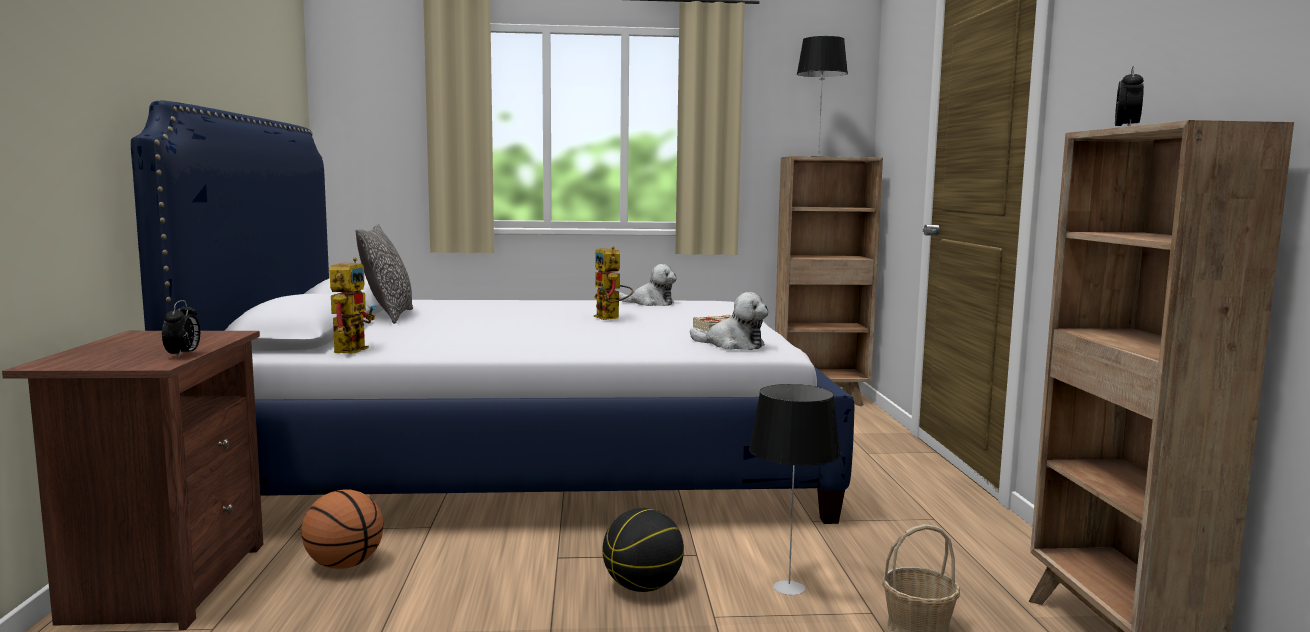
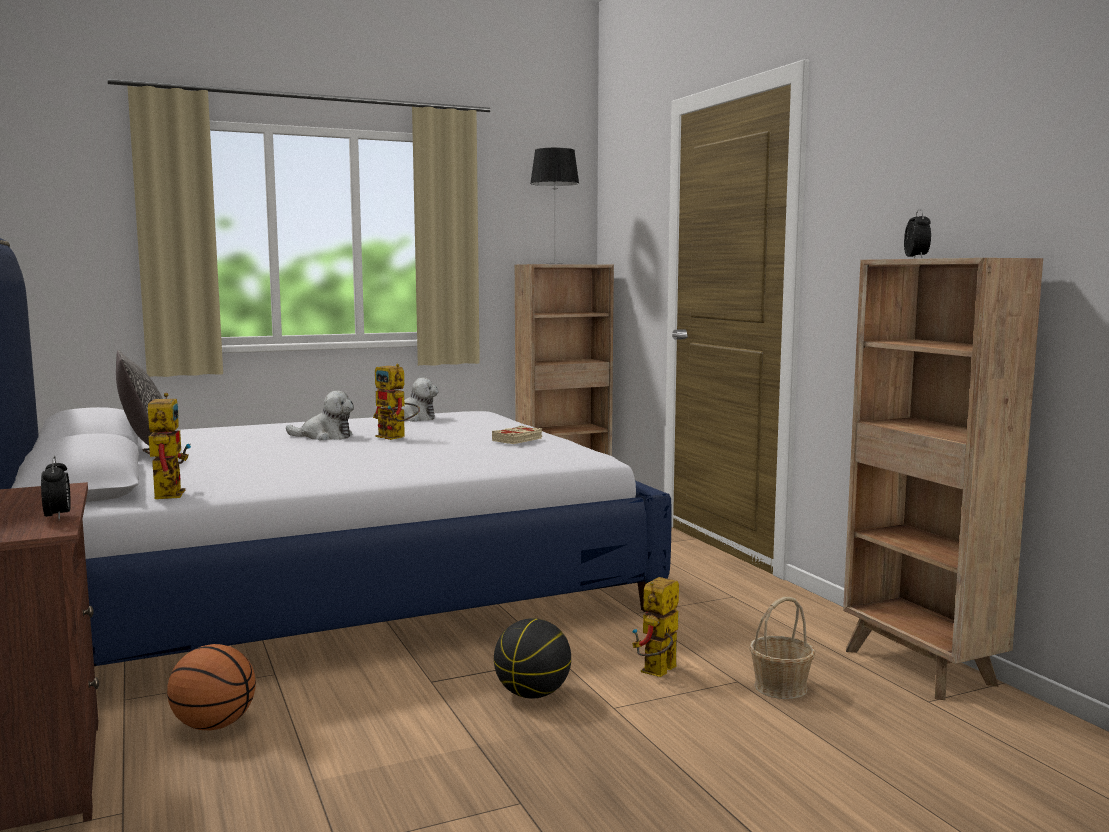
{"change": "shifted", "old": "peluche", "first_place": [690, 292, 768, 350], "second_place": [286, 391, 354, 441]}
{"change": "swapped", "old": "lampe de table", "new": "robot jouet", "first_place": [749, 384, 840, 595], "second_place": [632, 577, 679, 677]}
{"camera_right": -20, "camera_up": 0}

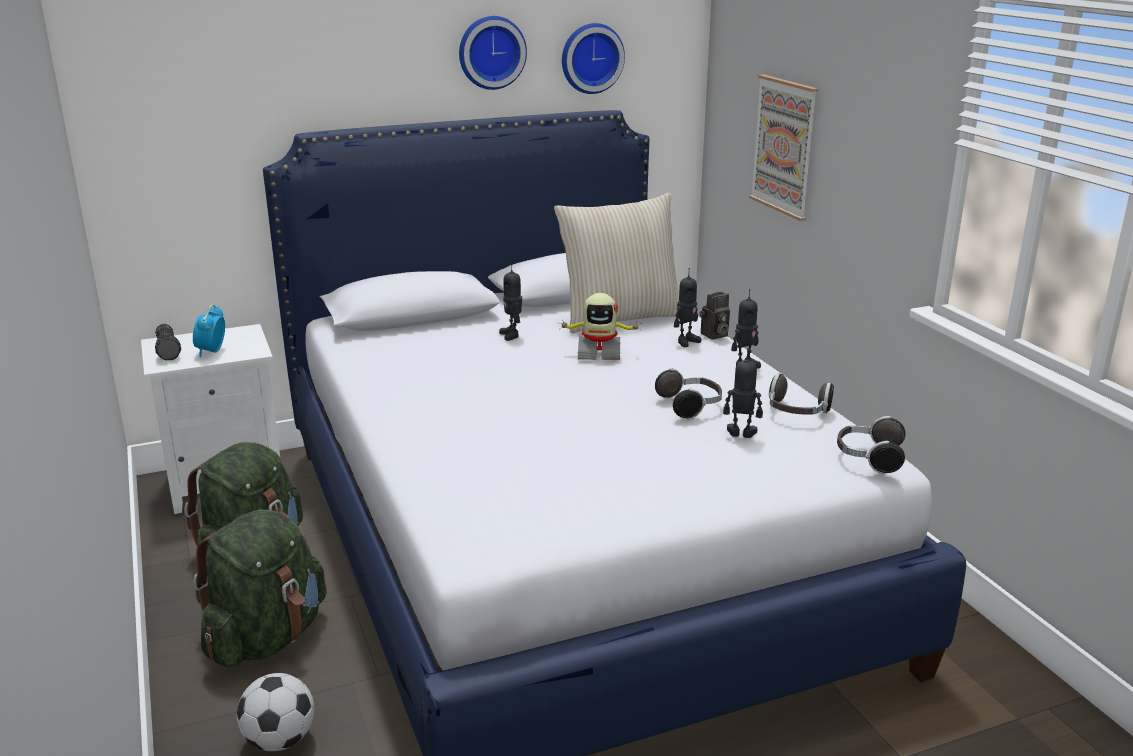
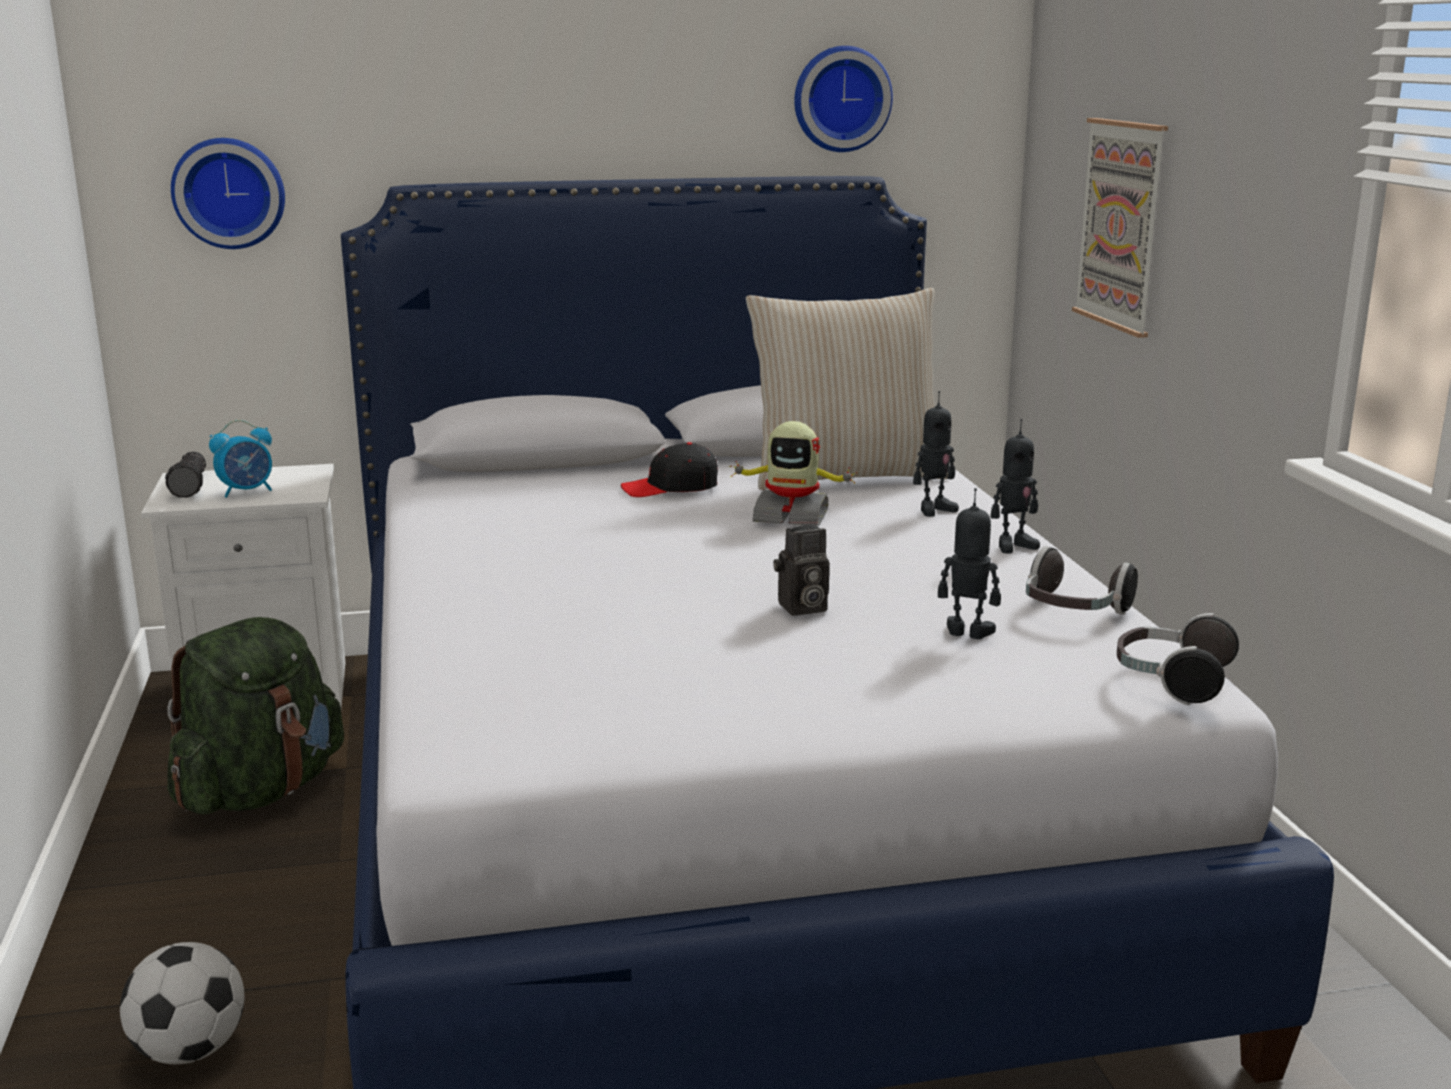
{"change": "gone", "old": "sac à dos/vert", "first_place": [193, 510, 326, 667]}
{"change": "gone", "old": "casque audio", "first_place": [655, 368, 722, 420]}
{"change": "shifted", "old": "horloge murale", "first_place": [459, 16, 527, 90], "second_place": [171, 138, 285, 249]}
{"change": "shifted", "old": "appareil photo", "first_place": [700, 292, 730, 340], "second_place": [773, 525, 830, 616]}
{"change": "swapped", "old": "robot jouet", "new": "casquette/noir", "first_place": [499, 263, 522, 341], "second_place": [621, 442, 718, 497]}
{"change": "rotated", "old": "réveil", "first_place": [193, 304, 225, 357], "second_place": [209, 420, 272, 498], "degrees": -135}
{"camera_right": 10, "camera_up": -5}

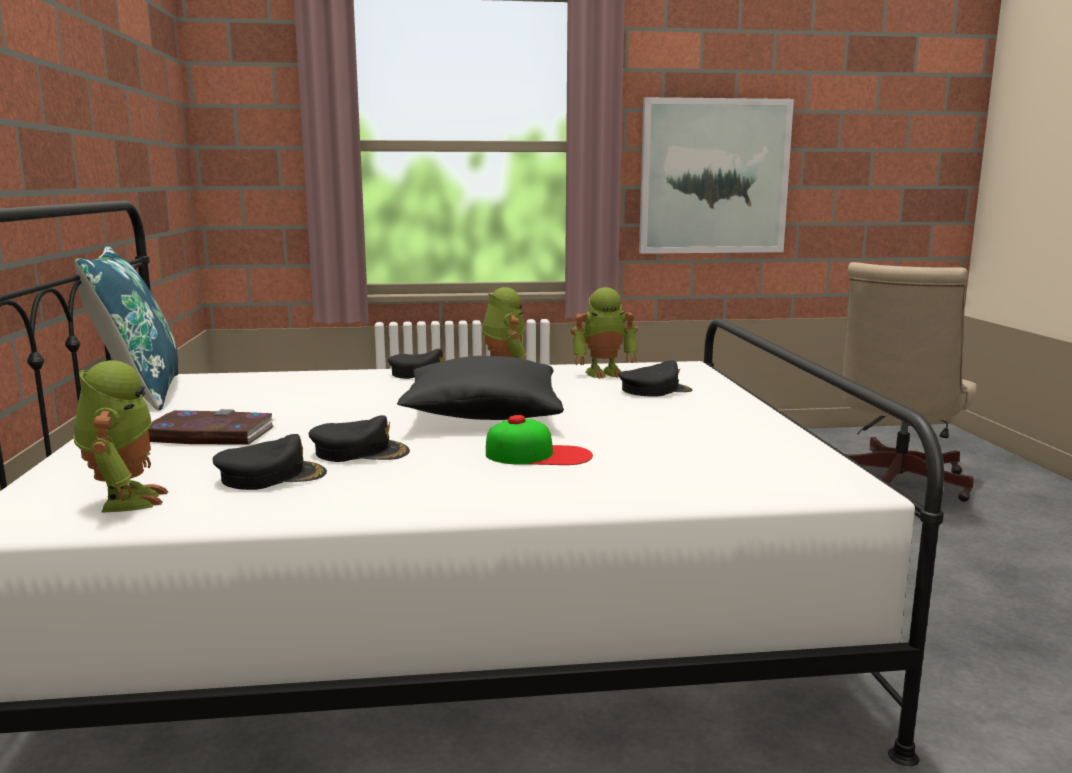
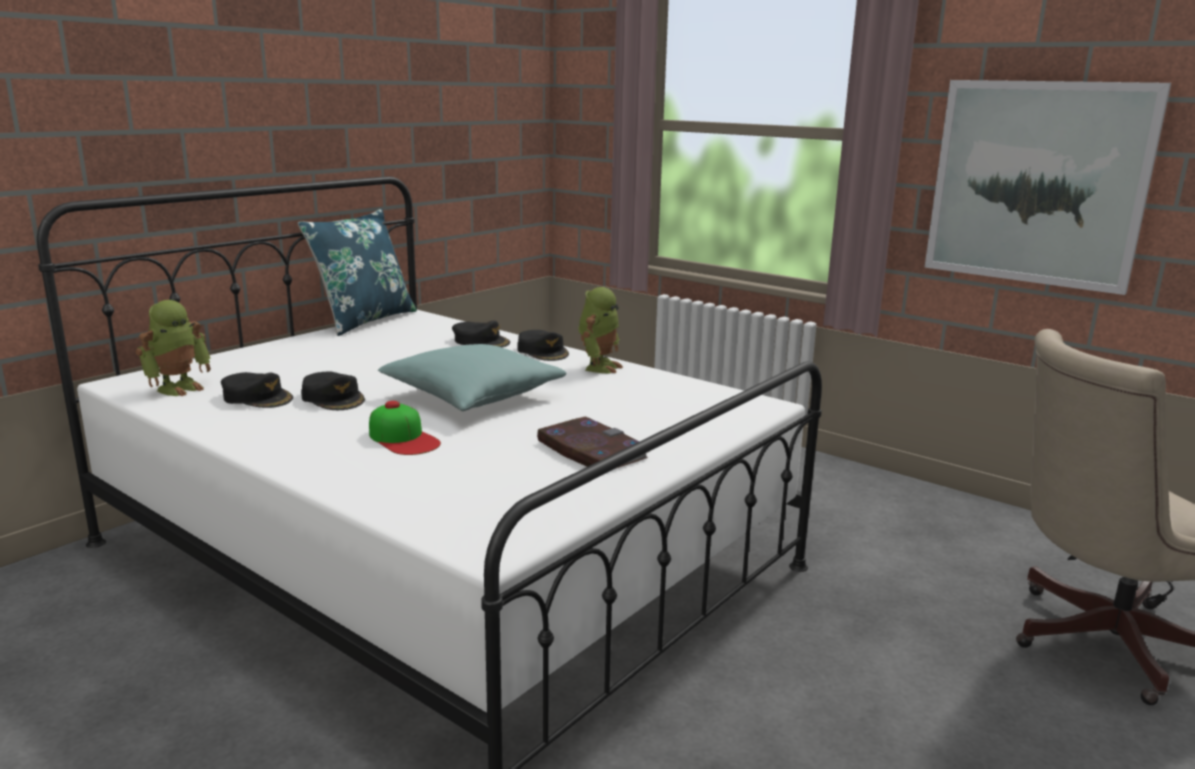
{"change": "gone", "old": "robot jouet", "first_place": [571, 287, 638, 379]}
{"change": "shifted", "old": "livre", "first_place": [148, 409, 275, 445], "second_place": [537, 416, 651, 468]}
{"change": "shifted", "old": "casquette/noir", "first_place": [618, 360, 692, 397], "second_place": [452, 320, 510, 347]}
{"change": "repainted", "old": "coussin/noir", "new": "coussin/turquoise", "first_place": [397, 356, 564, 420], "second_place": [378, 344, 567, 411]}
{"camera_right": 45, "camera_up": 5}

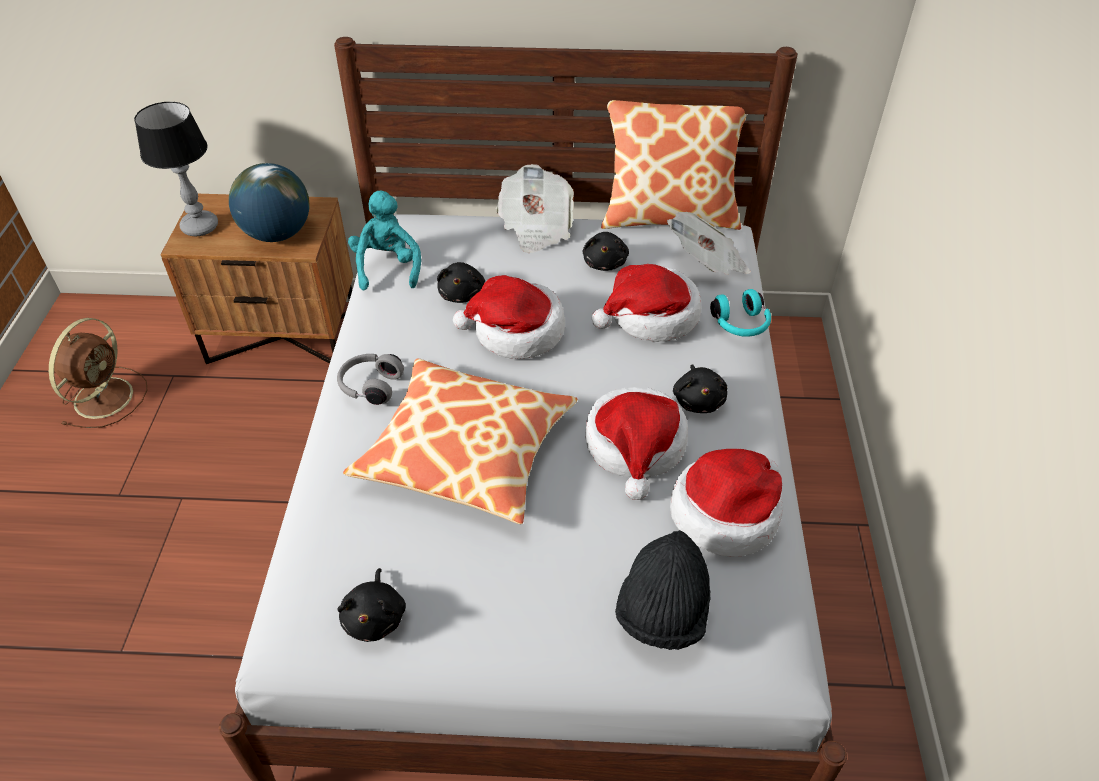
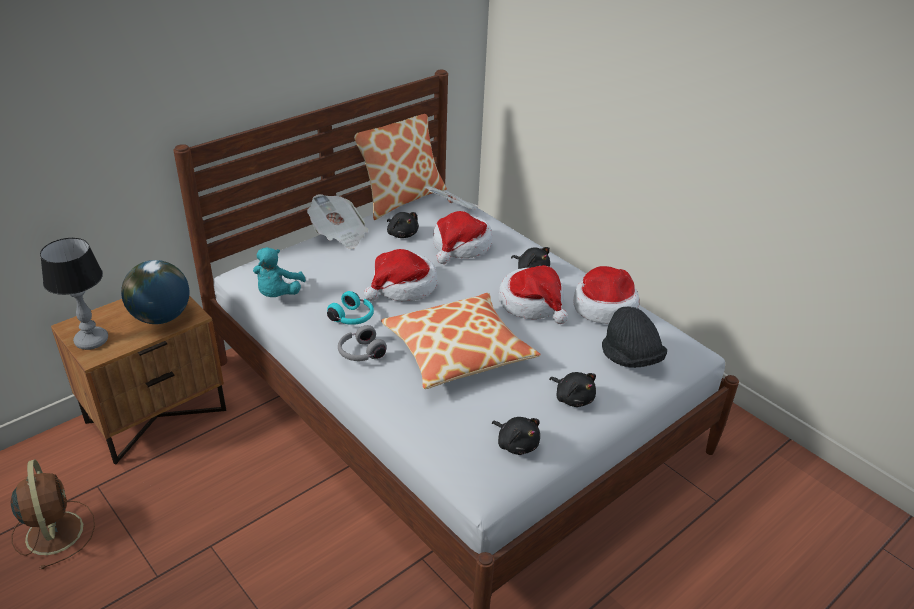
{"change": "shifted", "old": "peluche/noir", "first_place": [437, 262, 485, 303], "second_place": [549, 372, 596, 407]}
{"change": "shifted", "old": "casque audio/turquoise", "first_place": [710, 289, 771, 337], "second_place": [327, 291, 374, 325]}
{"change": "rotated", "old": "peluche/turquoise", "first_place": [348, 190, 421, 290], "second_place": [253, 247, 306, 297], "degrees": -120}
{"camera_right": -45, "camera_up": -10}

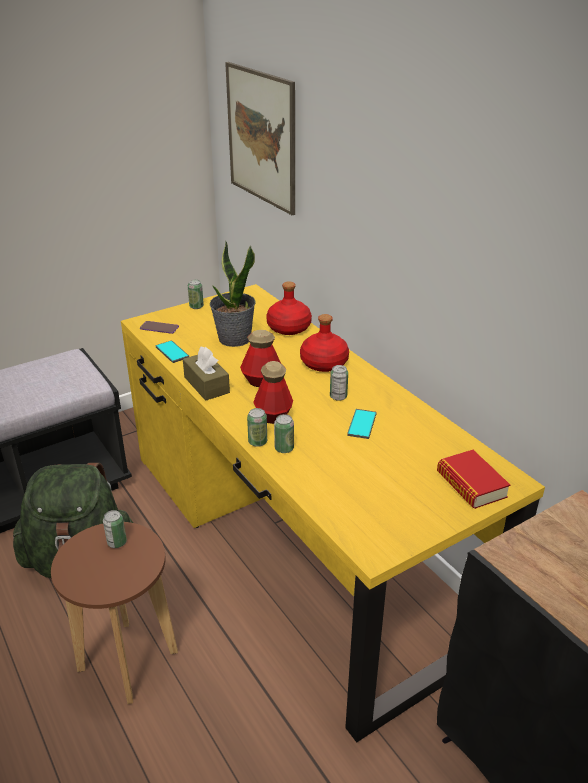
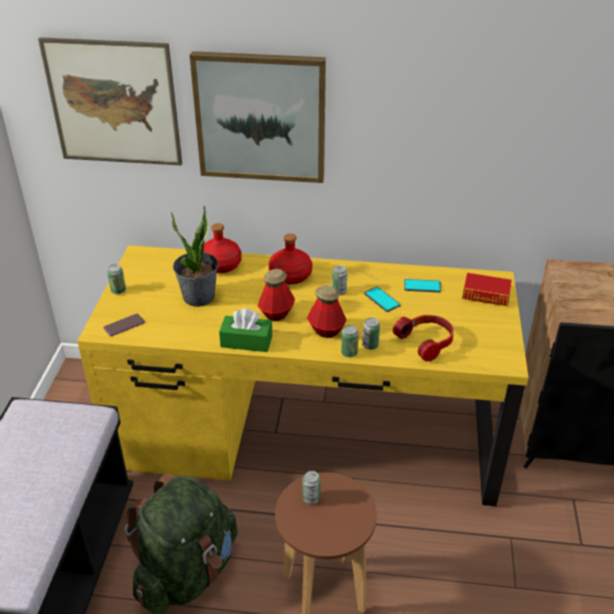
{"change": "new", "new": "tableau", "second_place": [190, 51, 326, 183]}
{"change": "new", "new": "casque audio", "second_place": [393, 315, 454, 361]}
{"change": "shifted", "old": "téléphone", "first_place": [156, 340, 189, 363], "second_place": [404, 279, 441, 293]}
{"change": "repainted", "old": "boîte à mouchoirs/marron", "new": "boîte à mouchoirs/vert", "first_place": [183, 346, 230, 401], "second_place": [219, 308, 272, 352]}
{"camera_right": -50, "camera_up": 5}

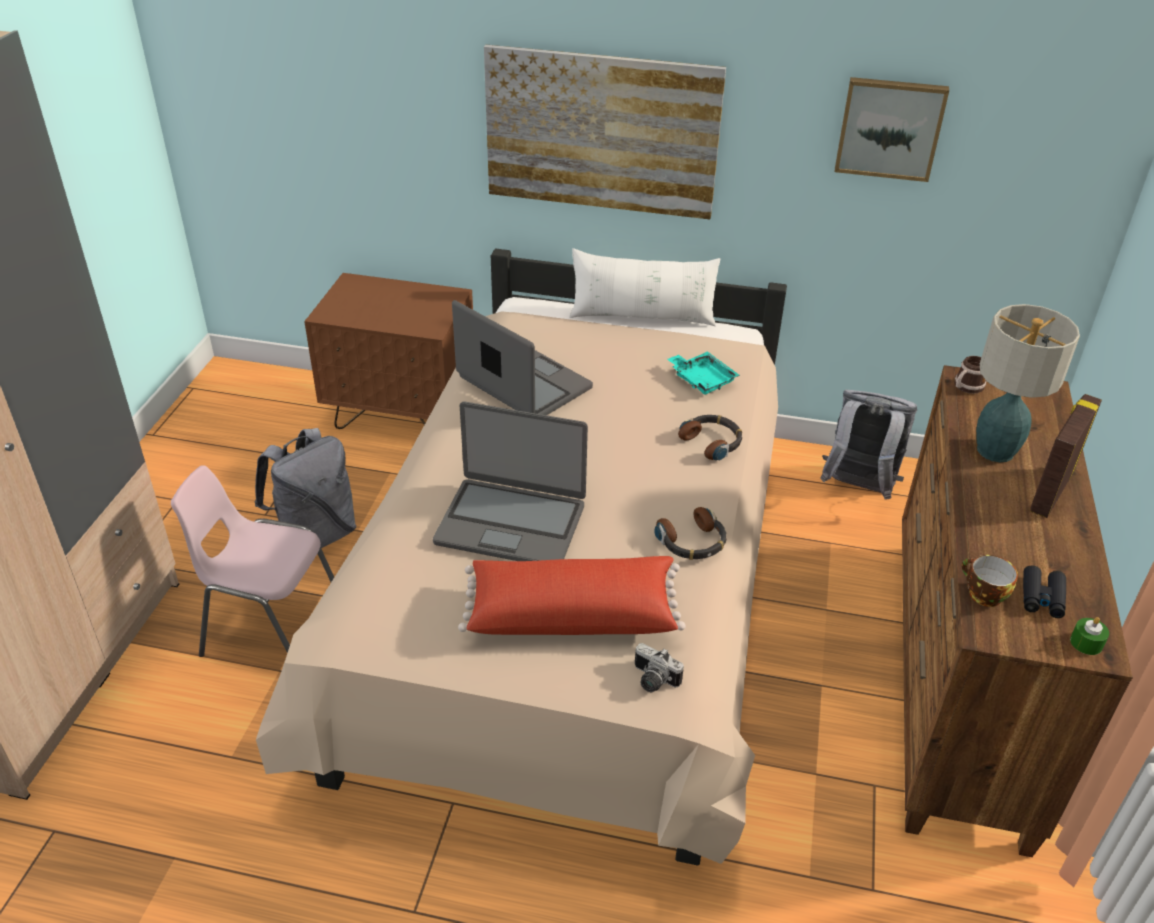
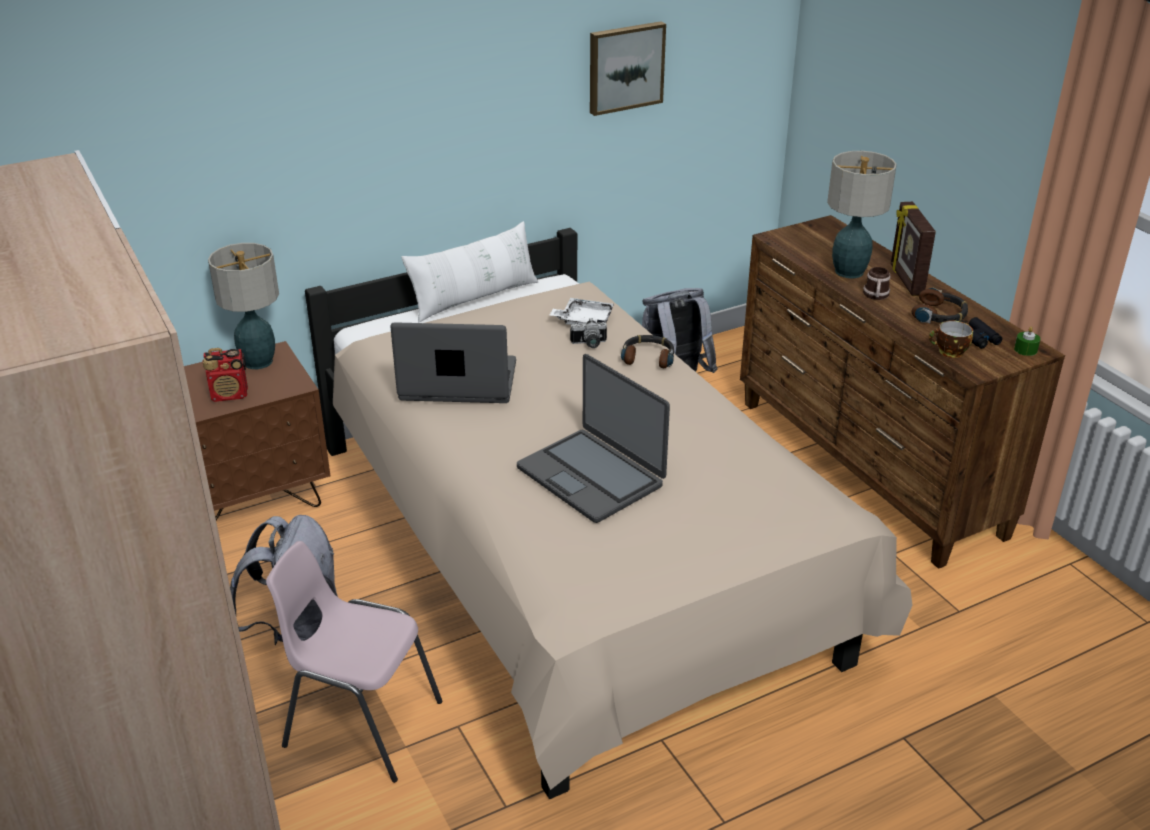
{"change": "gone", "old": "coussin/rouge", "first_place": [458, 556, 685, 635]}
{"change": "gone", "old": "tableau", "first_place": [484, 45, 726, 219]}
{"change": "new", "new": "radio", "second_place": [202, 348, 248, 402]}
{"change": "new", "new": "lampe de table", "second_place": [208, 243, 279, 369]}
{"change": "shifted", "old": "appareil photo", "first_place": [635, 643, 684, 692], "second_place": [570, 318, 607, 348]}
{"change": "shifted", "old": "casque audio", "first_place": [654, 507, 726, 560], "second_place": [912, 287, 968, 323]}
{"change": "shifted", "old": "mug", "first_place": [954, 356, 986, 394], "second_place": [863, 267, 891, 300]}
{"change": "repainted", "old": "plateau/turquoise", "new": "plateau/blanc", "first_place": [667, 351, 740, 395], "second_place": [550, 298, 614, 325]}
{"change": "rotated", "old": "chaise/rose", "first_place": [171, 465, 334, 657], "second_place": [266, 541, 443, 783], "degrees": 45}
{"change": "rotated", "old": "ordinateur portable", "first_place": [433, 401, 588, 561], "second_place": [517, 354, 670, 523], "degrees": 75}
{"camera_right": -40, "camera_up": -5}

